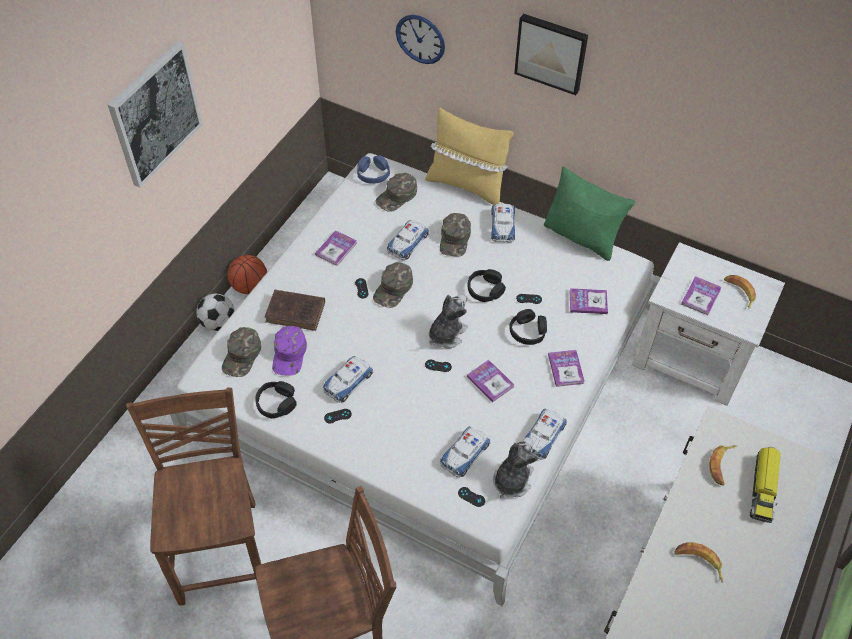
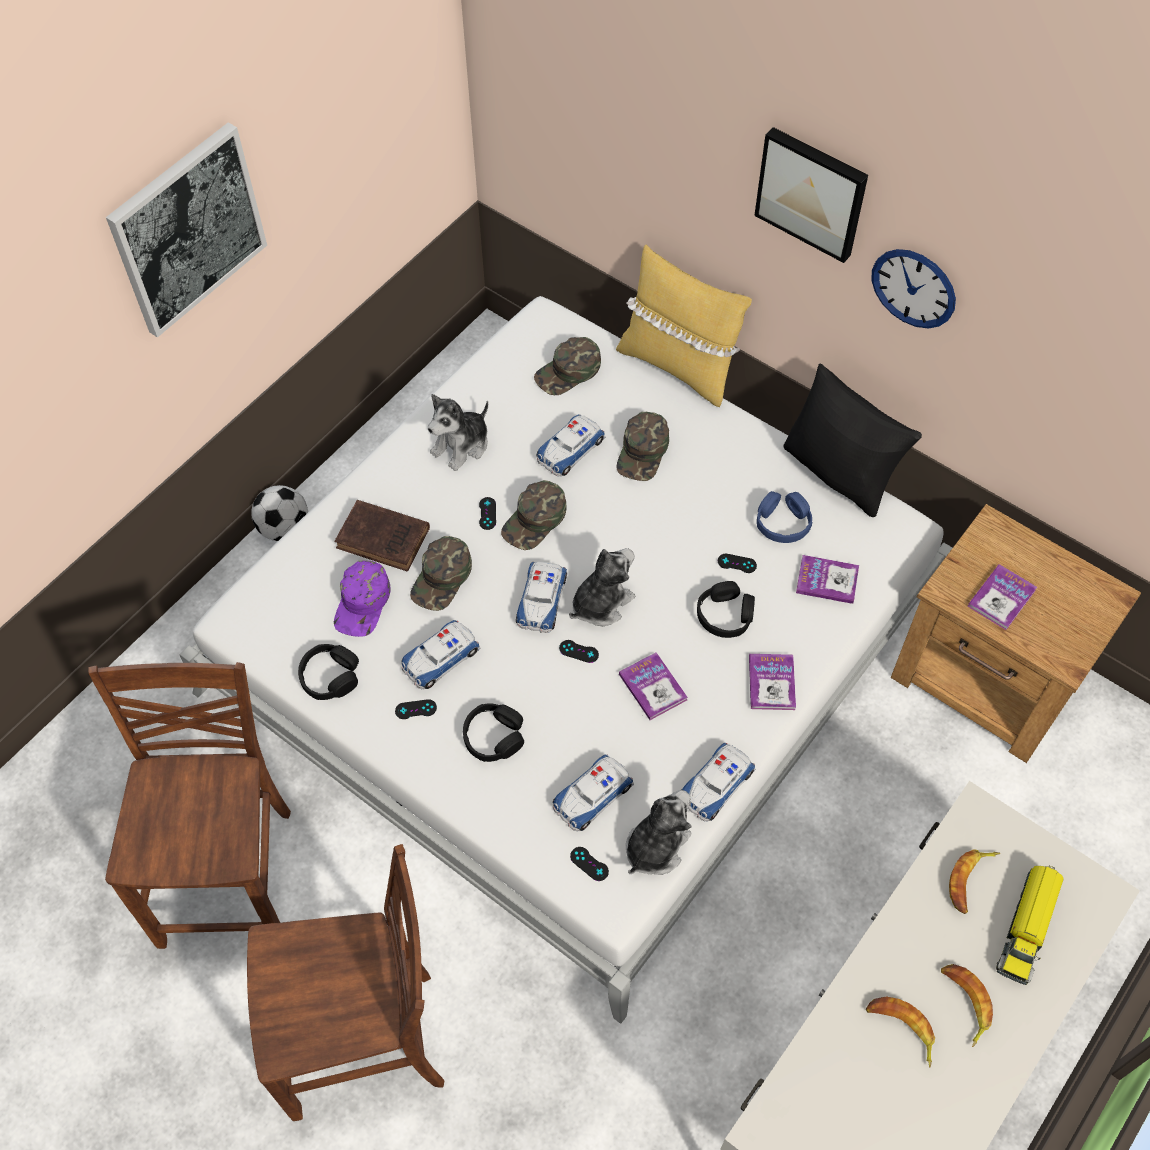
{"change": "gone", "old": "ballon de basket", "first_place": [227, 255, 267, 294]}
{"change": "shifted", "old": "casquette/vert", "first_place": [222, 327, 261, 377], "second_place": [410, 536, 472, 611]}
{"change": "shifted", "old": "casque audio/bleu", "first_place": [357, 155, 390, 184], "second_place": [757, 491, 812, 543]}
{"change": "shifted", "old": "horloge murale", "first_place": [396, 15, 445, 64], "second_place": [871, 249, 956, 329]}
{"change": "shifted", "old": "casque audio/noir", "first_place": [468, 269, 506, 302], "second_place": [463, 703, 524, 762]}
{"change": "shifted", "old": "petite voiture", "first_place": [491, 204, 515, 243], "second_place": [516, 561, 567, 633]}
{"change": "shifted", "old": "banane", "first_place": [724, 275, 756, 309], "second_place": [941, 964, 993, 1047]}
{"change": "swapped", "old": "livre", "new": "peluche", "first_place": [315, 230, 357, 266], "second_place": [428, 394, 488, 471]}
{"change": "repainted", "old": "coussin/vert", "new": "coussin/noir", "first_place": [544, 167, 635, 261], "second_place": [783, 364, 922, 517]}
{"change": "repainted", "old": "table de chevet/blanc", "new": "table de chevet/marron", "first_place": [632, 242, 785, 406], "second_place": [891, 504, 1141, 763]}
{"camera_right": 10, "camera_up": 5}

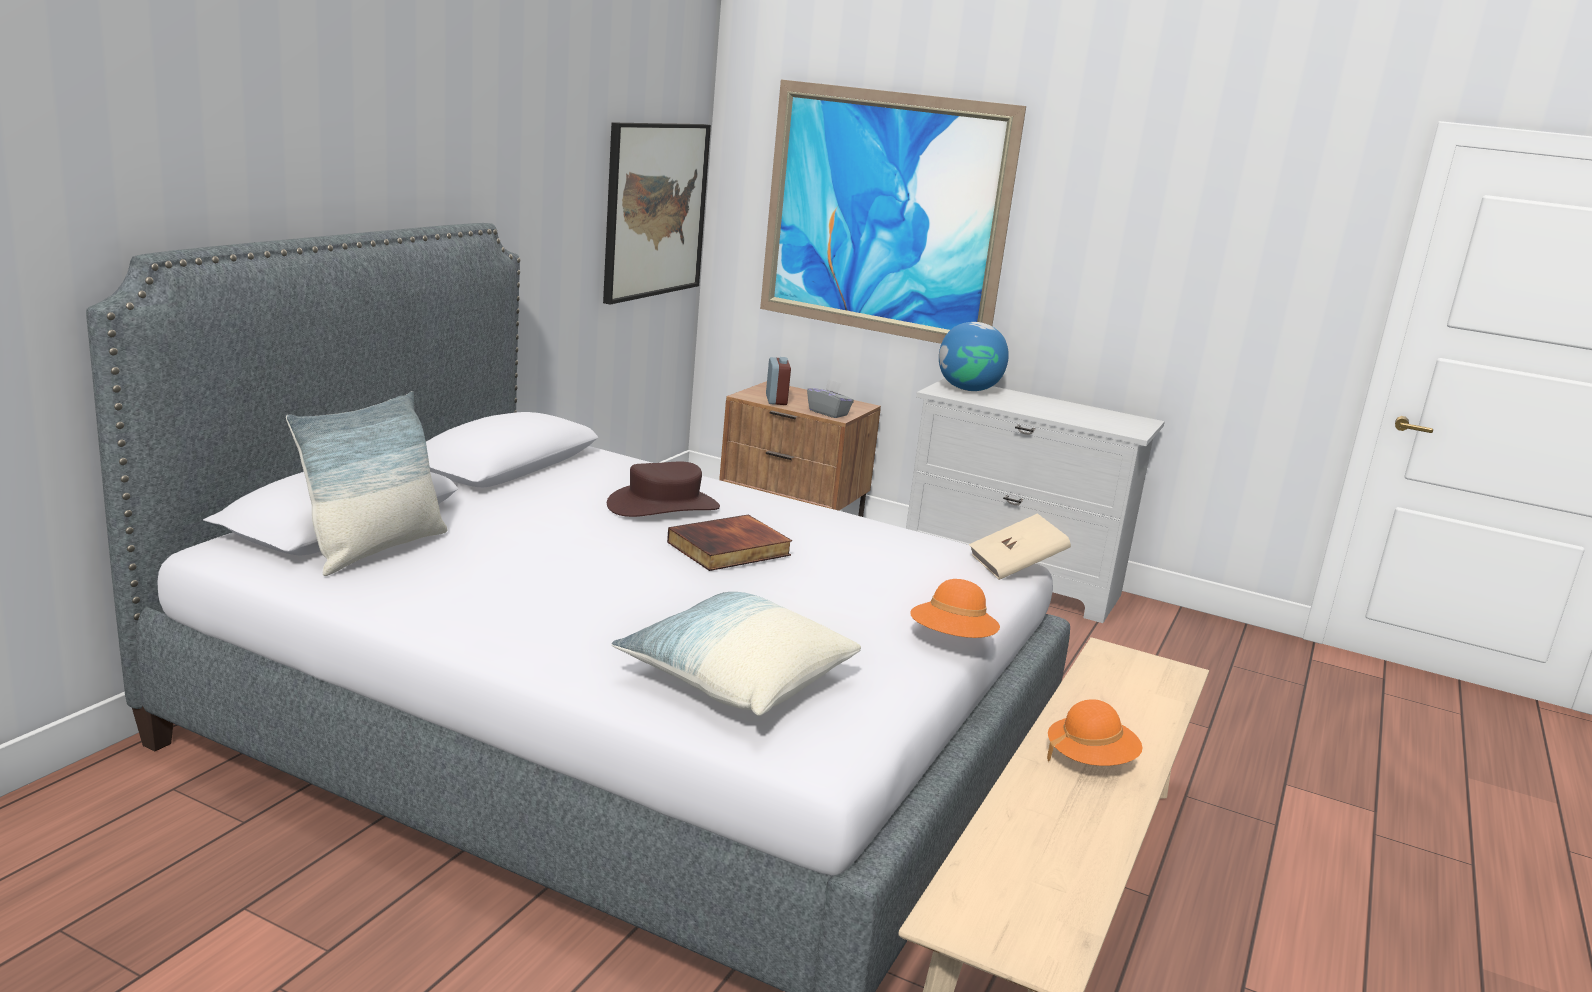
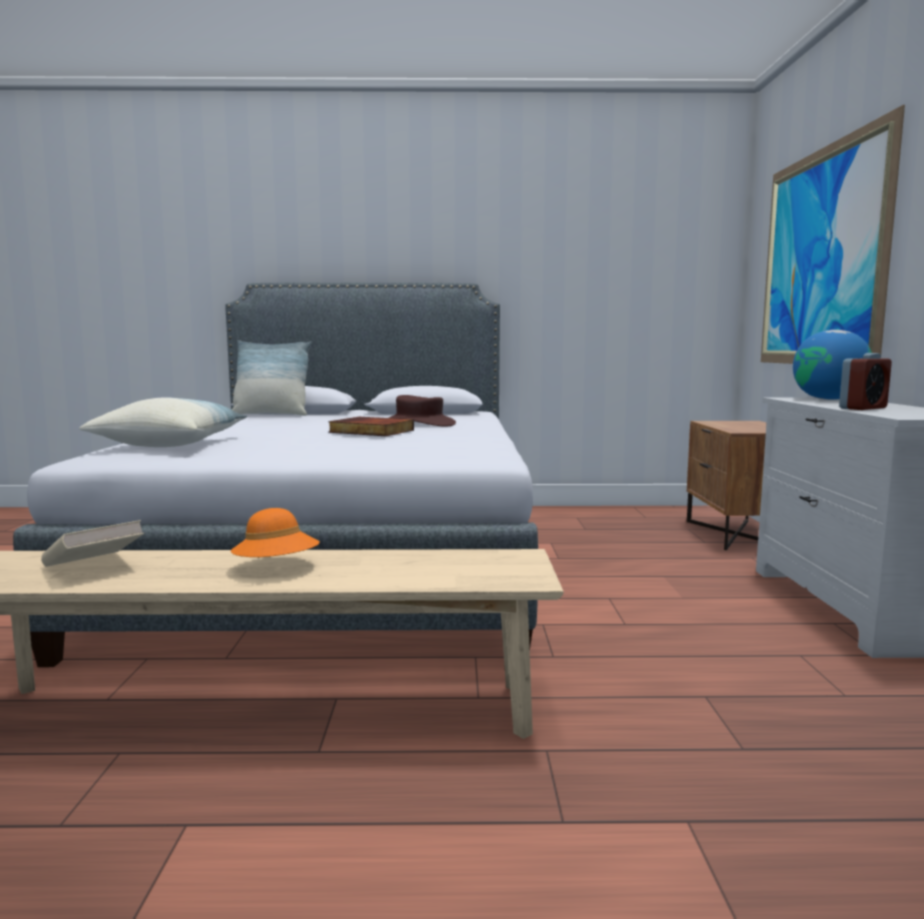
{"change": "gone", "old": "tableau", "first_place": [603, 122, 711, 305]}
{"change": "gone", "old": "boîte à mouchoirs/gris", "first_place": [807, 379, 854, 418]}
{"change": "gone", "old": "chapeau/orange", "first_place": [910, 579, 1000, 638]}
{"change": "shifted", "old": "réveil", "first_place": [766, 357, 791, 405], "second_place": [839, 353, 892, 410]}
{"change": "shifted", "old": "livre/beige", "first_place": [969, 514, 1071, 580], "second_place": [41, 520, 144, 567]}
{"camera_right": 65, "camera_up": -10}

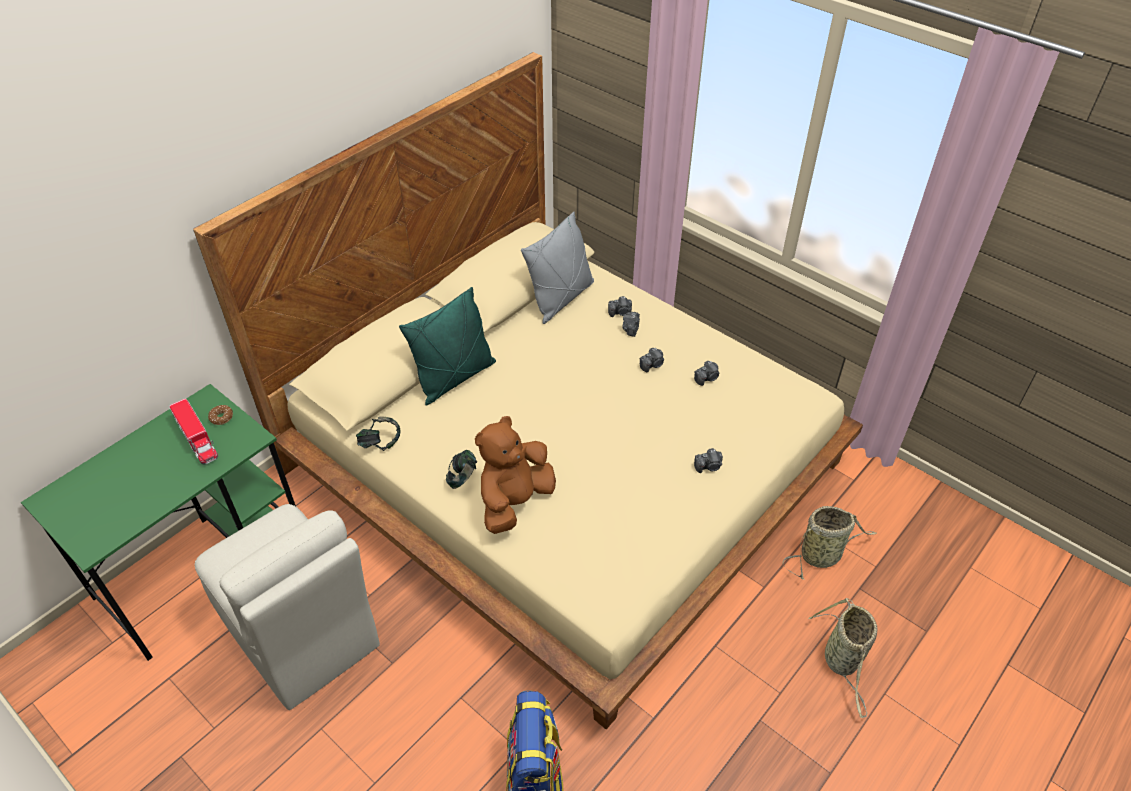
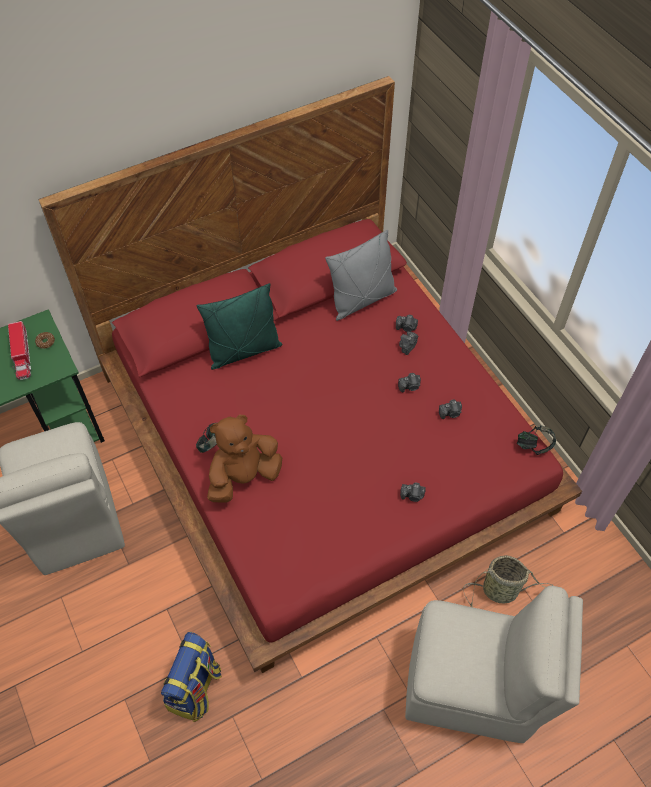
{"change": "shifted", "old": "casque audio", "first_place": [356, 417, 400, 451], "second_place": [517, 425, 556, 455]}
{"change": "swapped", "old": "panier", "new": "chaise/beige", "first_place": [808, 598, 878, 718], "second_place": [405, 585, 583, 743]}
{"change": "repainted", "old": "lit/beige", "new": "lit/rouge", "first_place": [193, 52, 863, 729], "second_place": [39, 76, 582, 673]}
{"camera_right": 20, "camera_up": 10}

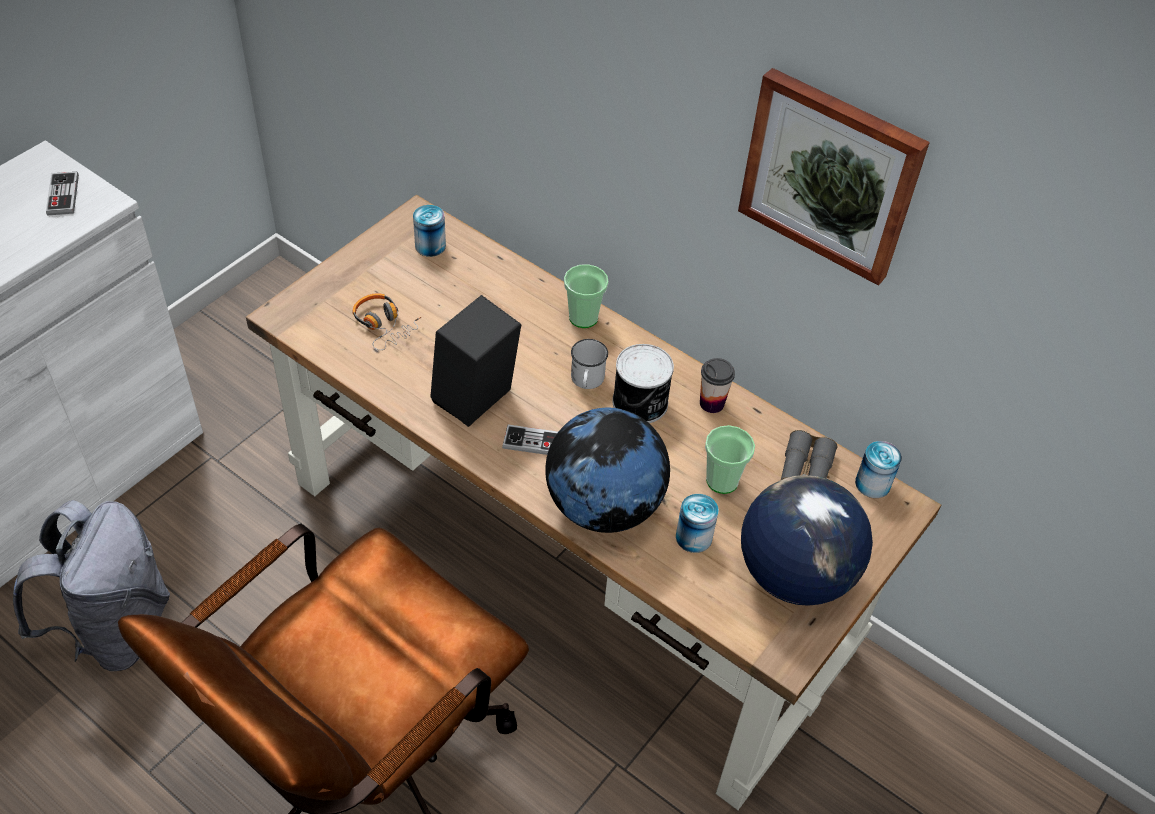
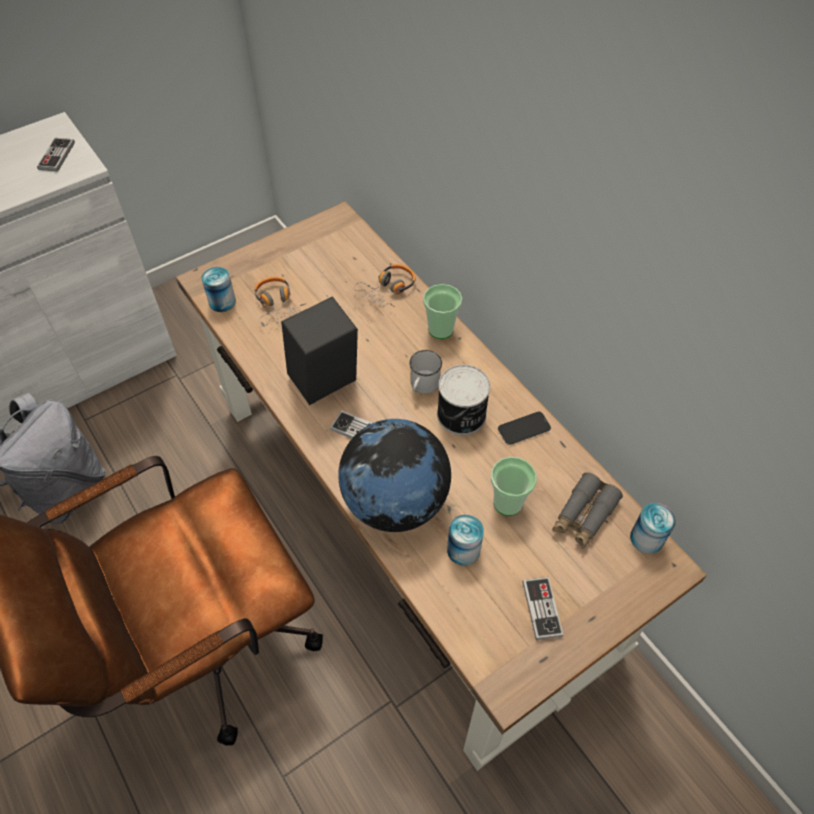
{"change": "gone", "old": "tableau", "first_place": [738, 68, 930, 286]}
{"change": "new", "new": "casque audio", "second_place": [354, 264, 415, 307]}
{"change": "shifted", "old": "boîte métallique", "first_place": [413, 205, 446, 257], "second_place": [201, 267, 236, 312]}
{"change": "swapped", "old": "tasse", "new": "téléphone", "first_place": [700, 358, 735, 413], "second_place": [498, 412, 551, 445]}
{"change": "swapped", "old": "globe", "new": "manette", "first_place": [741, 475, 873, 606], "second_place": [522, 577, 563, 640]}
{"camera_right": 20, "camera_up": 5}

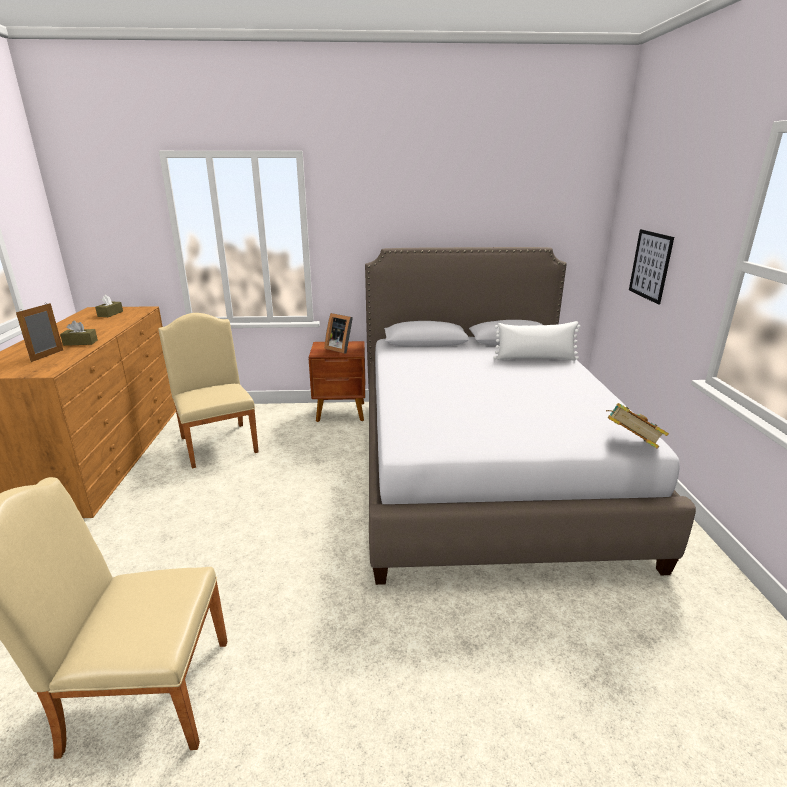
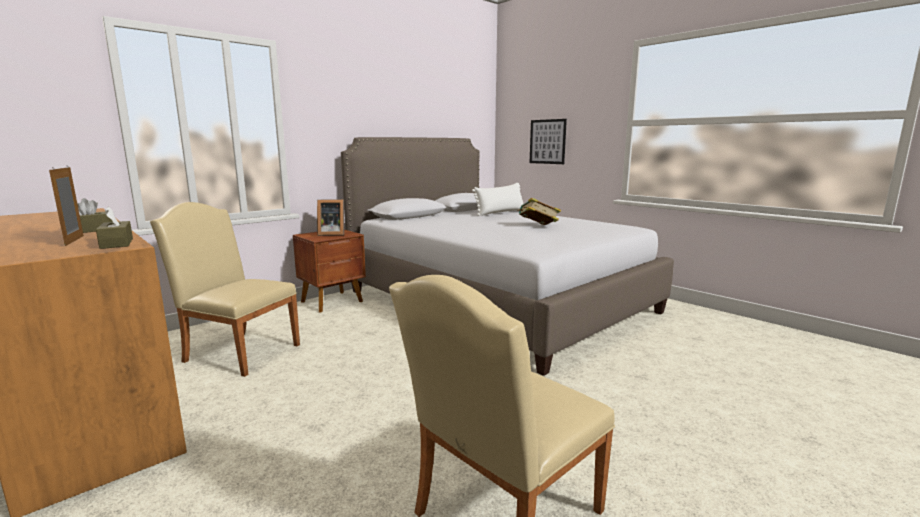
{"change": "shifted", "old": "boîte à mouchoirs/marron", "first_place": [95, 295, 123, 317], "second_place": [96, 207, 133, 249]}
{"change": "shifted", "old": "livre", "first_place": [606, 403, 669, 449], "second_place": [517, 198, 561, 225]}
{"camera_right": -40, "camera_up": -10}

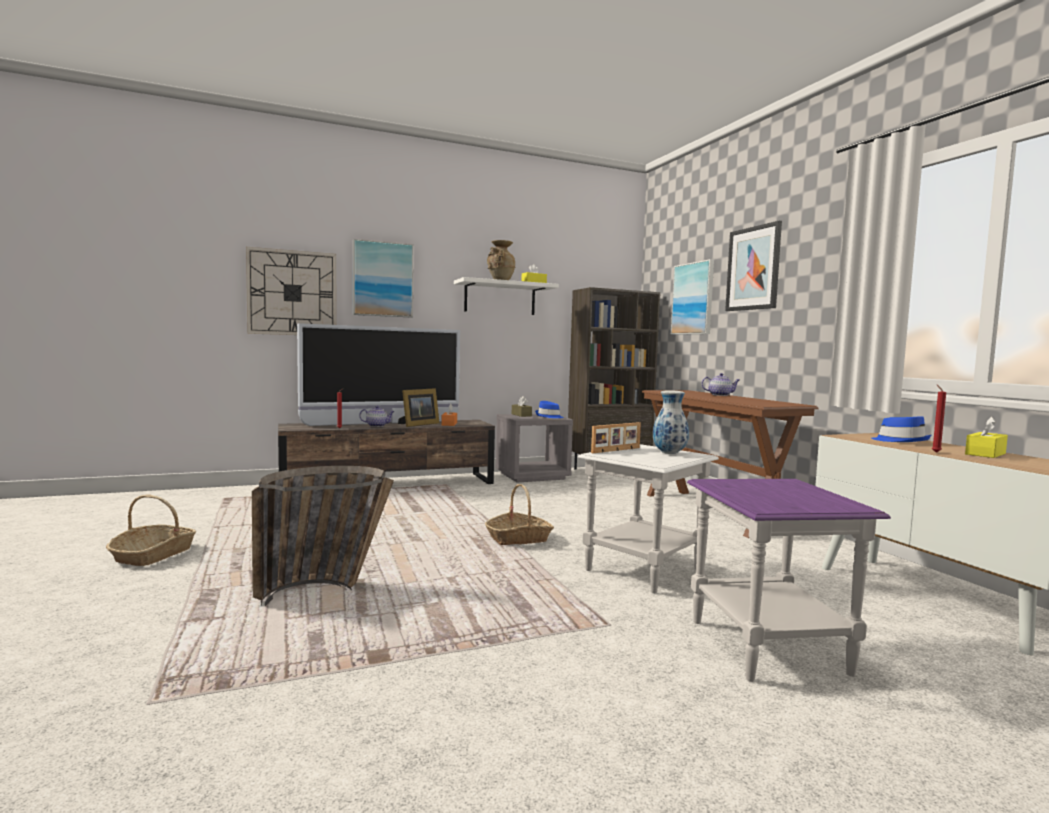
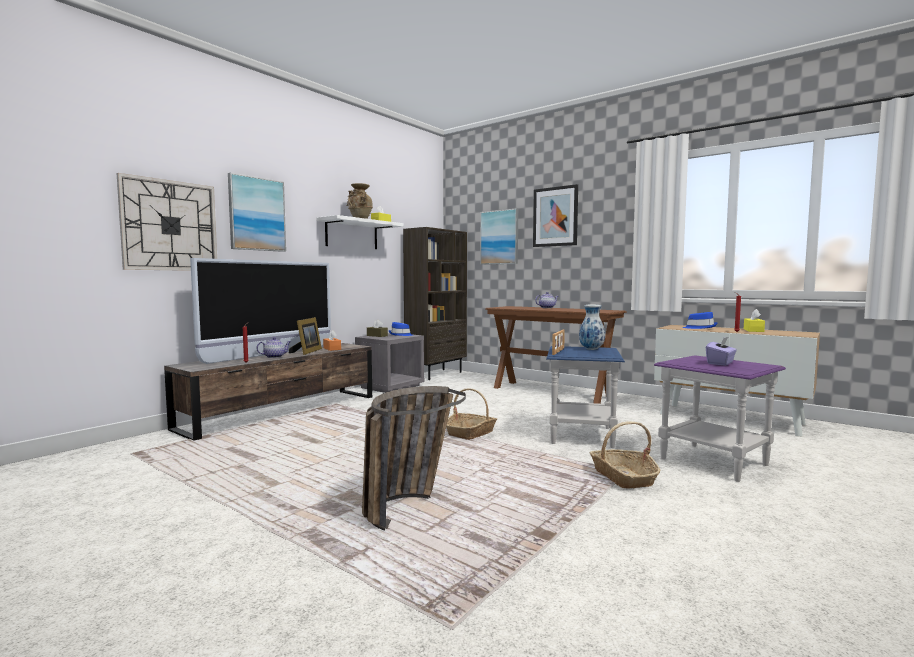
{"change": "new", "new": "boîte à mouchoirs/violet", "second_place": [706, 337, 737, 366]}
{"change": "shifted", "old": "panier", "first_place": [106, 494, 196, 566], "second_place": [590, 422, 661, 489]}
{"change": "repainted", "old": "table d'appoint/blanc", "new": "table d'appoint/bleu", "first_place": [578, 444, 719, 593], "second_place": [546, 346, 625, 448]}
{"camera_right": -30, "camera_up": 0}

